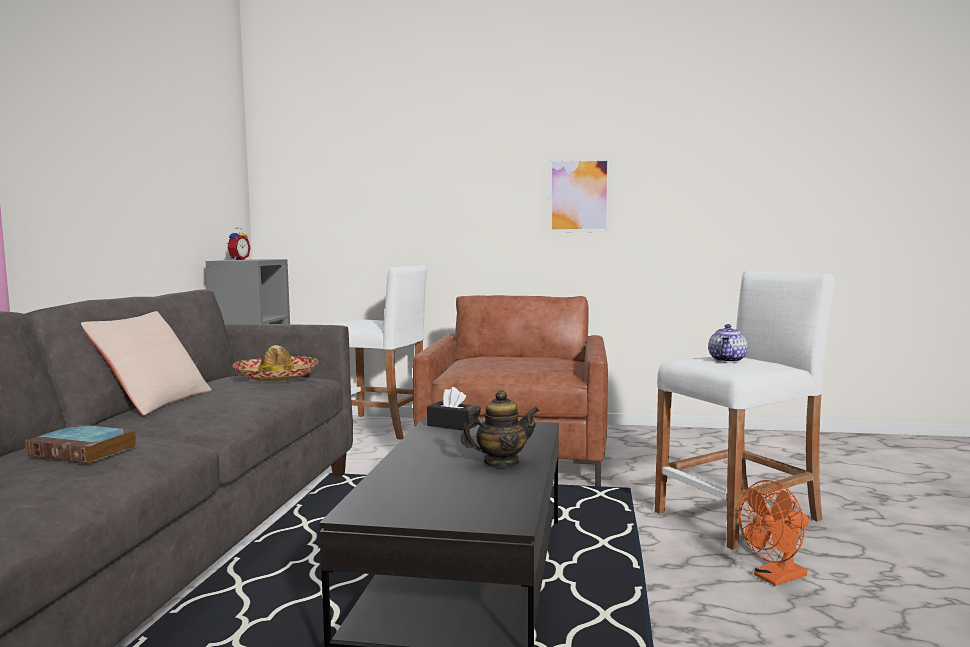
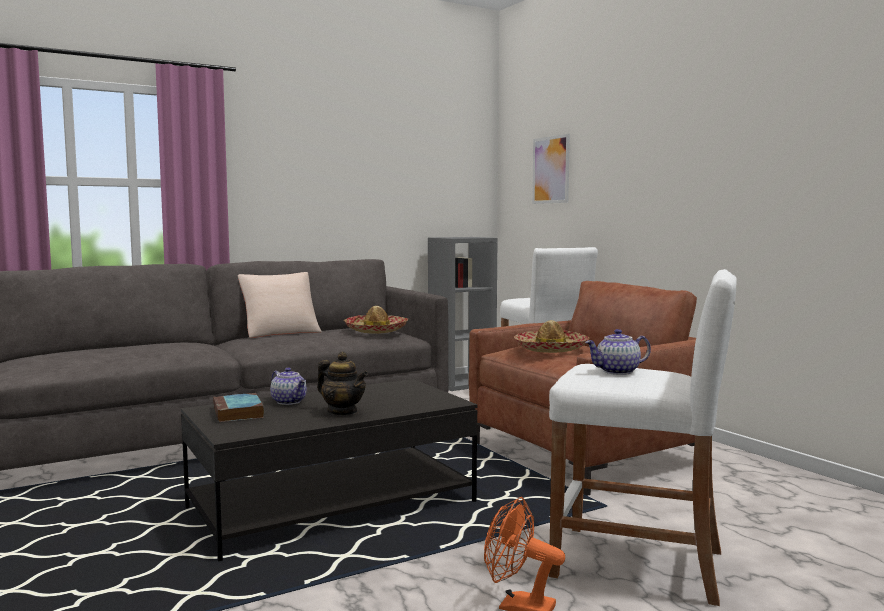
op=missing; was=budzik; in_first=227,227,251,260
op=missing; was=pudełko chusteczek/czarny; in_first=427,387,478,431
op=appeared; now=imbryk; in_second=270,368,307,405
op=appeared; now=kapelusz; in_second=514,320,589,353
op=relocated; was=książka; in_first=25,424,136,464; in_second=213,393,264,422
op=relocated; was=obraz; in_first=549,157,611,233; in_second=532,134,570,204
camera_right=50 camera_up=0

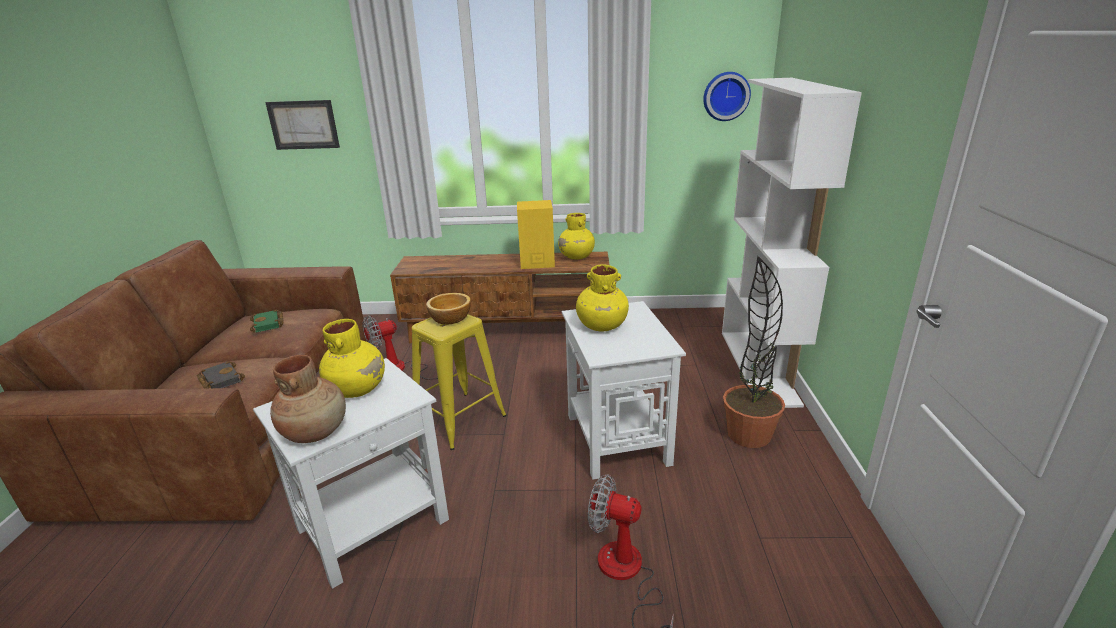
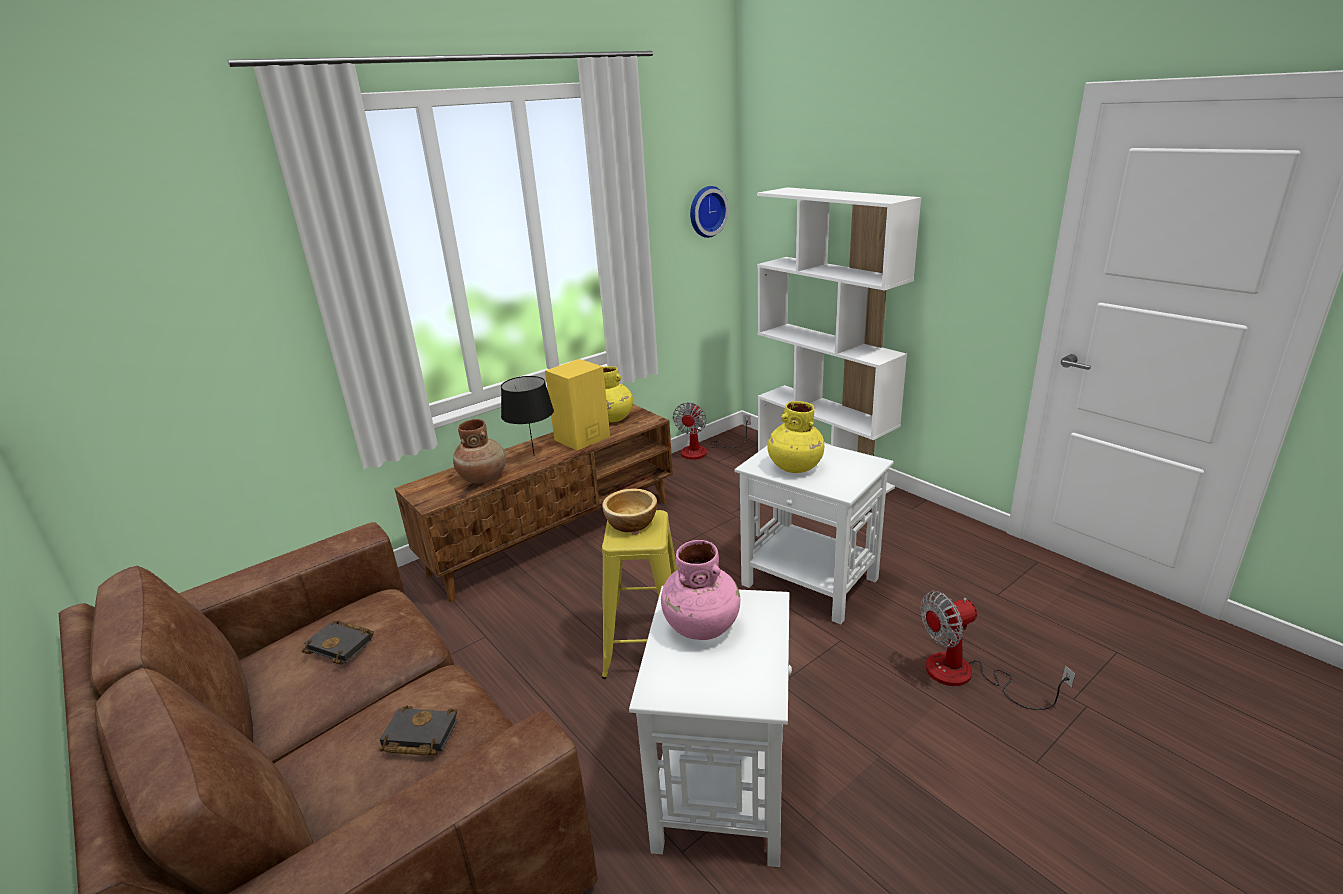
op=missing; was=obraz; in_first=265,100,340,150
op=missing; was=roślina doniczkowa; in_first=723,256,785,448
op=appeared; now=lampa stołowa/czarny; in_second=501,376,554,456
op=relocated; was=wazon/brązowy; in_first=270,355,346,443; in_second=453,419,506,484
op=relocated; was=wentylator; in_first=362,315,438,380; in_second=673,402,751,460
op=colour; was=książka/zielony; now=książka/czarny; in_first=250,310,284,333; in_second=301,621,374,664
op=colour; was=wazon/żółty; now=wazon/różowy; in_first=319,319,385,398; in_second=661,540,740,640
camera_right=-40 camera_up=0

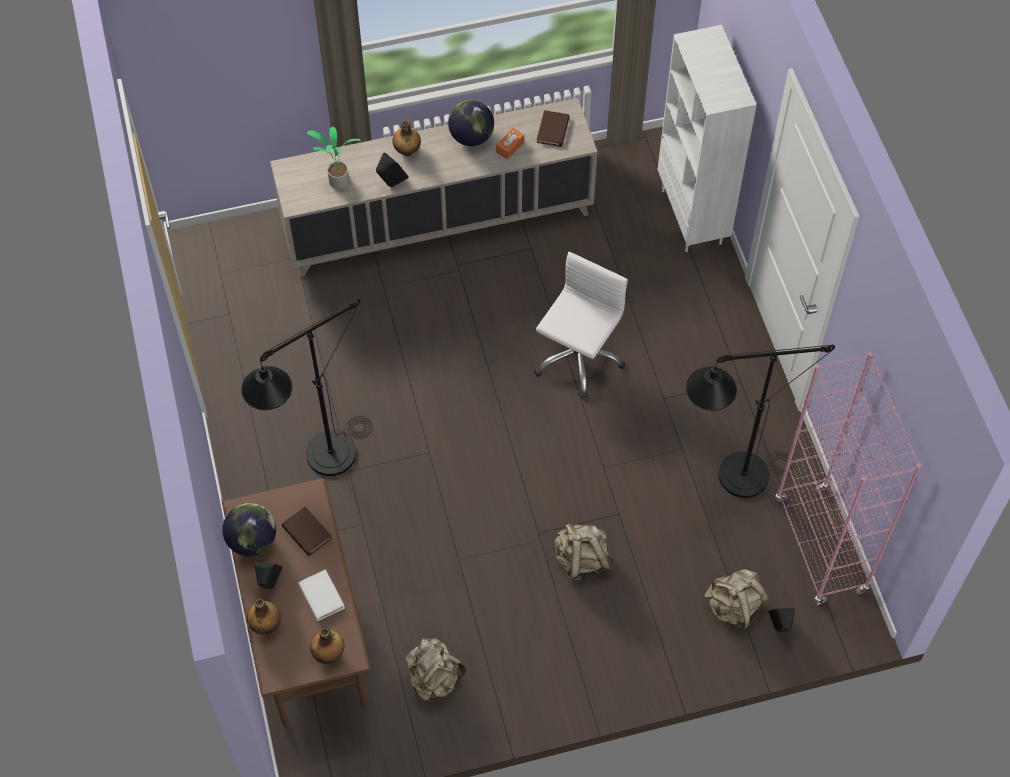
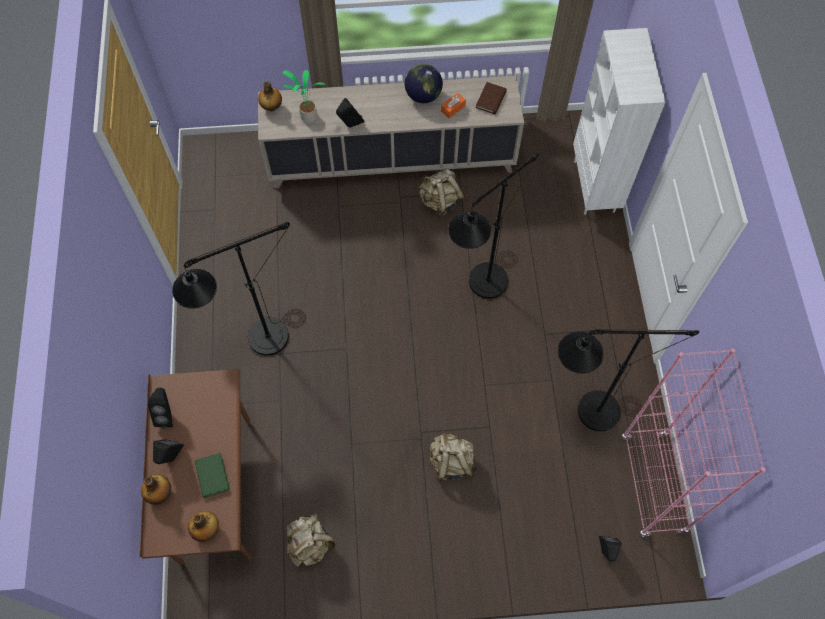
op=missing; was=książka/brązowy; in_first=281,507,332,556
op=relocated; was=butelka; in_first=392,120,421,156; in_second=258,81,282,112
op=relocated; was=plecak/beżowy; in_first=705,569,770,631; in_second=418,169,464,216
op=exchanged; was=globus; now=głośnik/czarny; in_first=222,503,276,556; in_second=148,388,173,429
op=exchanged; was=krzesło biurowe/biały; now=lampa stojąca/czarny; in_first=534,252,628,398; in_second=448,153,539,299
op=colour; was=książka/biały; now=książka/zielony; in_first=298,569,345,621; in_second=195,453,230,498
camera_right=10 camera_up=5

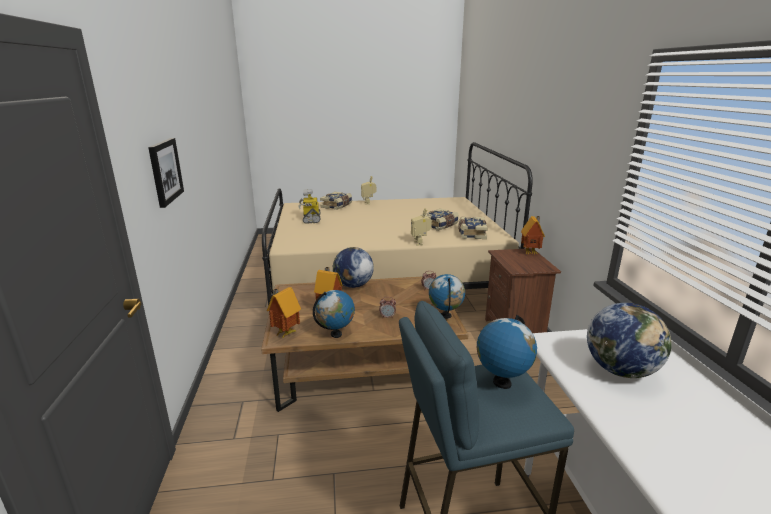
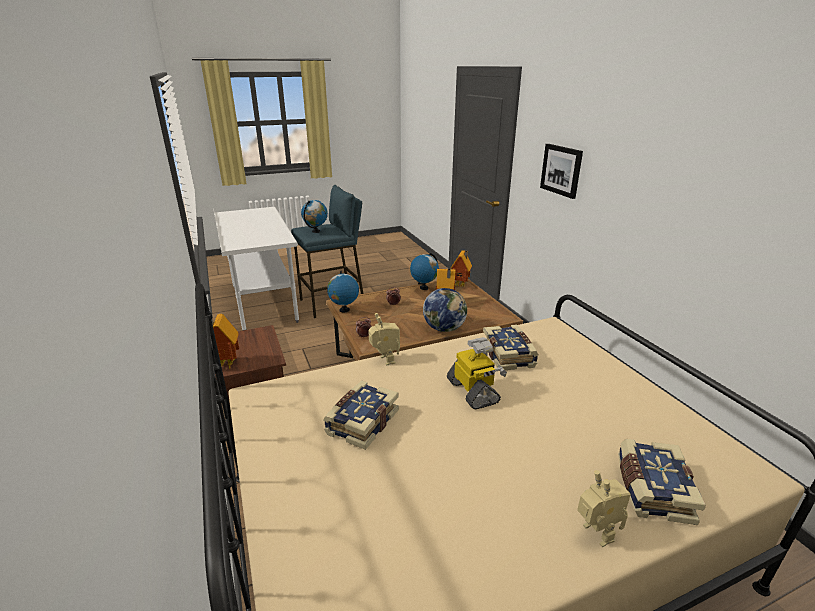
op=missing; was=globus; in_first=587,303,672,378
op=relocated; was=robot zabawkowy; in_first=298,189,321,223; in_second=447,337,507,409
op=relocated; was=książka; in_first=458,217,488,239; in_second=483,325,538,371
camera_right=165 camera_up=5

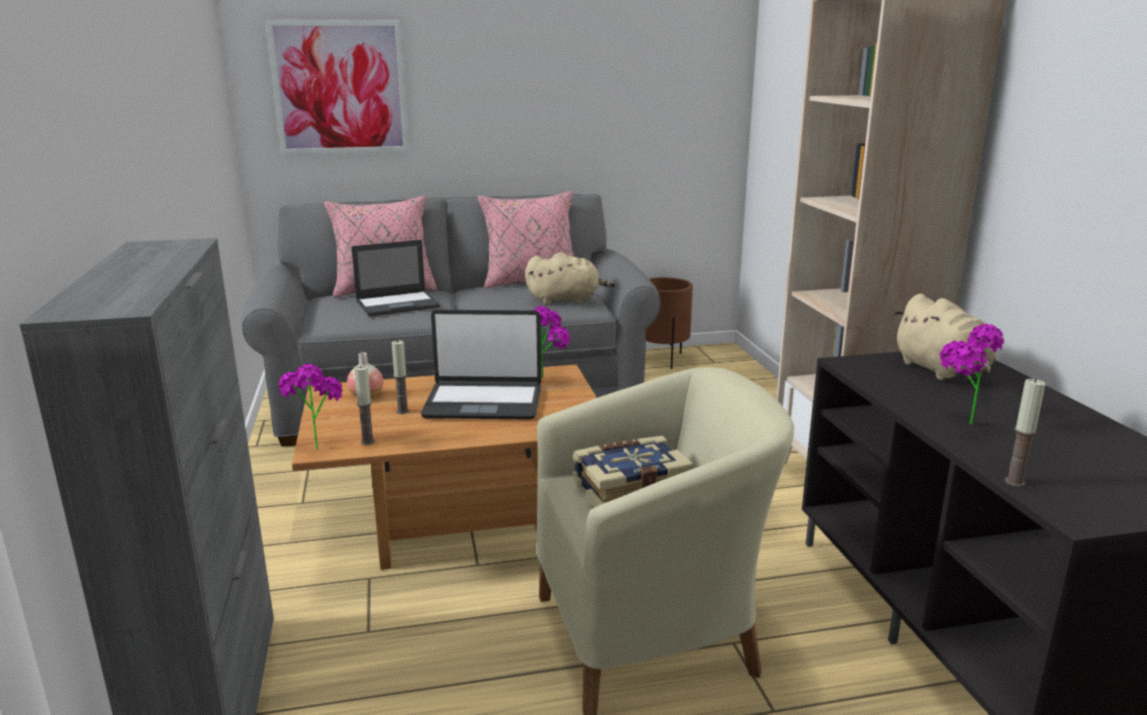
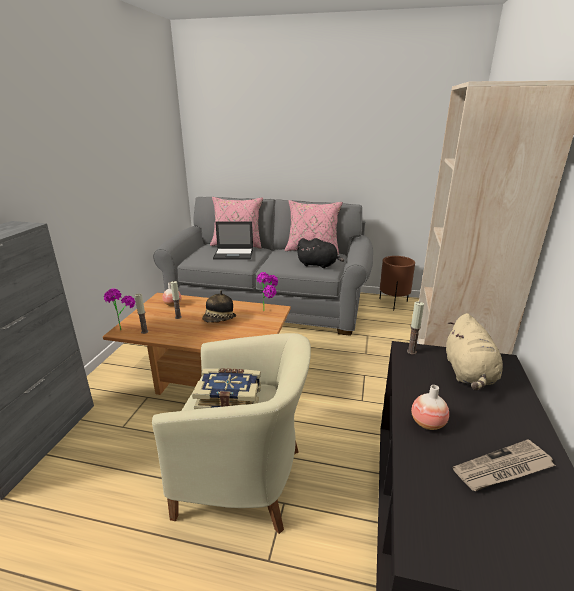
op=missing; was=obraz; in_first=265,20,409,155
op=appeared; now=gazeta; in_second=453,439,556,491
op=relocated; was=świeca; in_first=1005,378,1045,487; in_second=407,301,424,355
op=exchanged; was=laptop; now=kapelusz; in_first=421,310,541,420; in_second=202,290,236,323
op=exchanged; was=roślina doniczkowa; now=wazon; in_first=940,324,1004,424; in_second=411,385,449,430
op=colour; was=pluszak/beżowy; now=pluszak/czarny; in_first=525,253,615,305; in_second=296,238,344,268
camera_right=25 camera_up=5

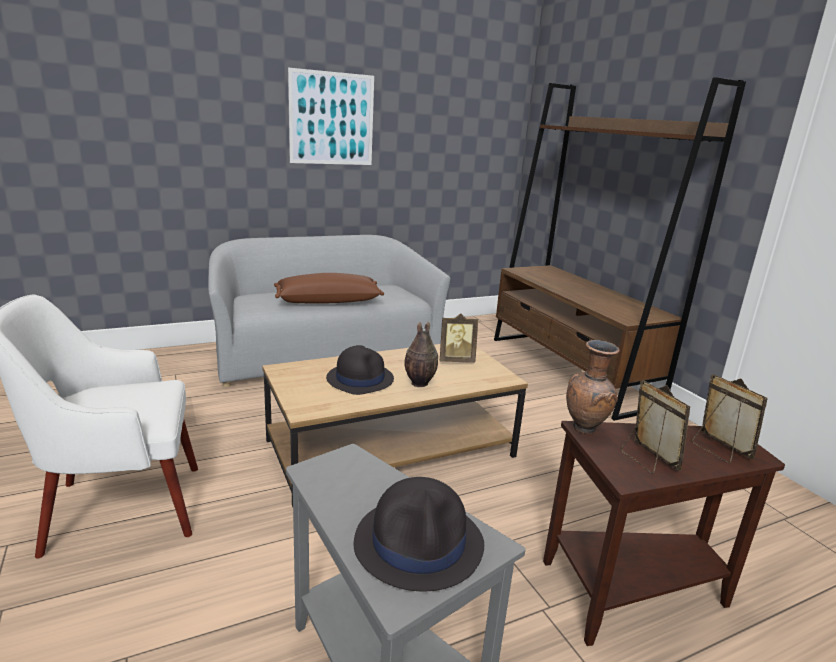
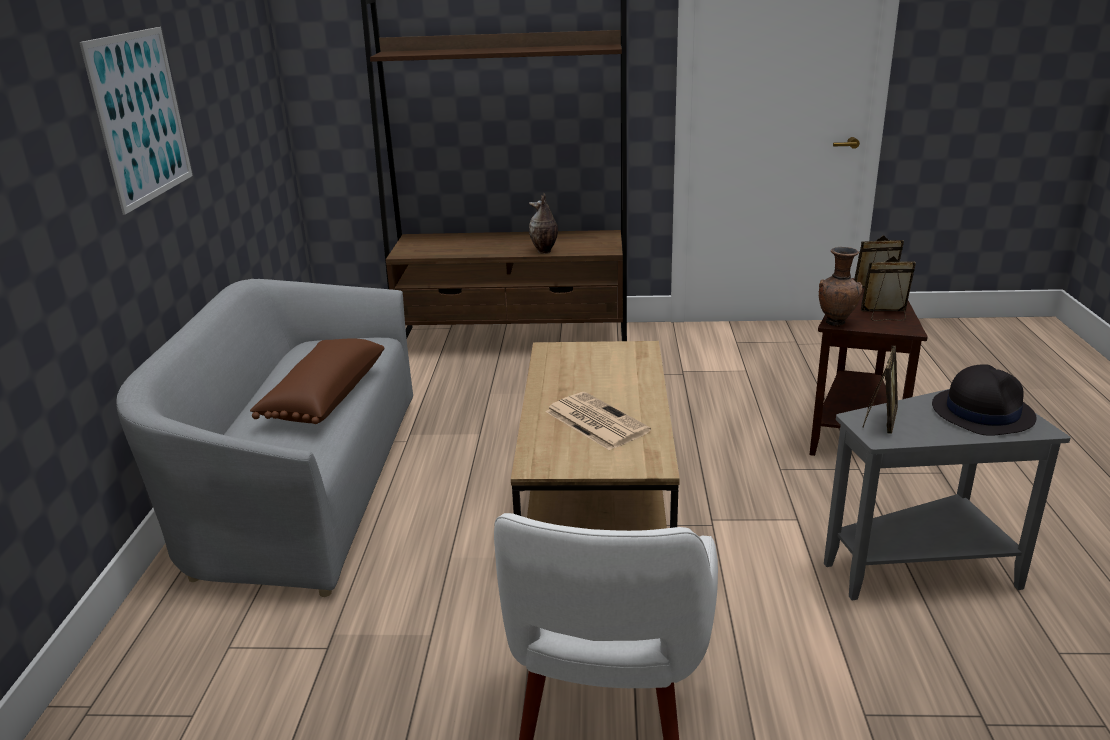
op=relocated; was=wazon; in_first=404,321,438,387; in_second=529,194,558,254
op=relocated; was=ramka na zdjęcie; in_first=440,313,478,363; in_second=863,346,898,434
op=exchanged; was=kapelusz/czarny; now=gazeta; in_first=326,345,394,395; in_second=546,392,651,451
camera_right=-60 camera_up=5

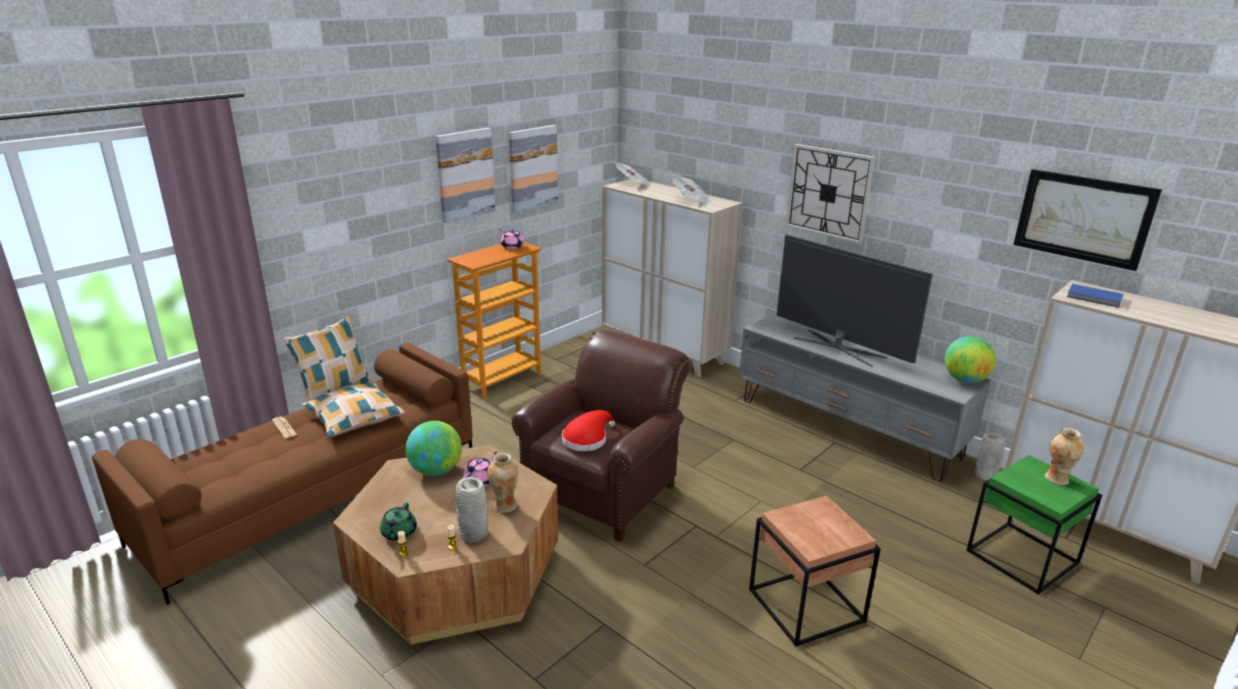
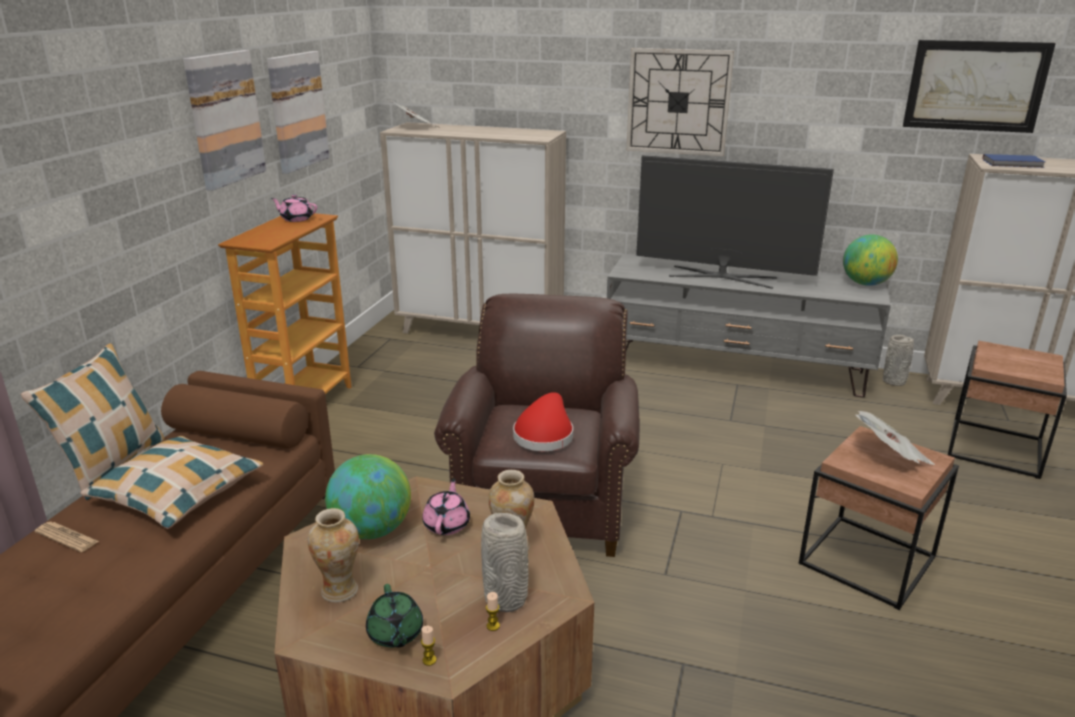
op=relocated; was=gazeta; in_first=672,175,710,205; in_second=855,411,935,465
op=relocated; was=wazon; in_first=1045,428,1084,485; in_second=308,508,359,603
op=colour; was=stolik/zielony; now=stolik/brązowy; in_first=966,455,1103,595; in_second=948,341,1067,479
camera_right=-25 camera_up=0

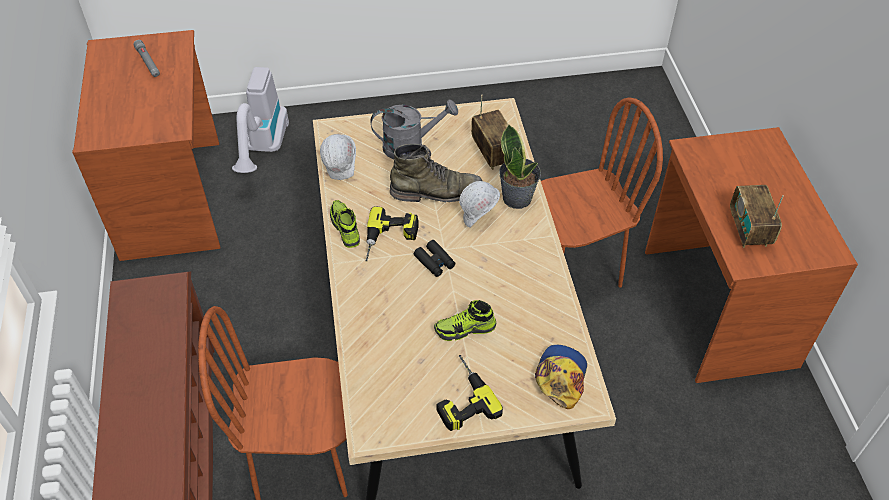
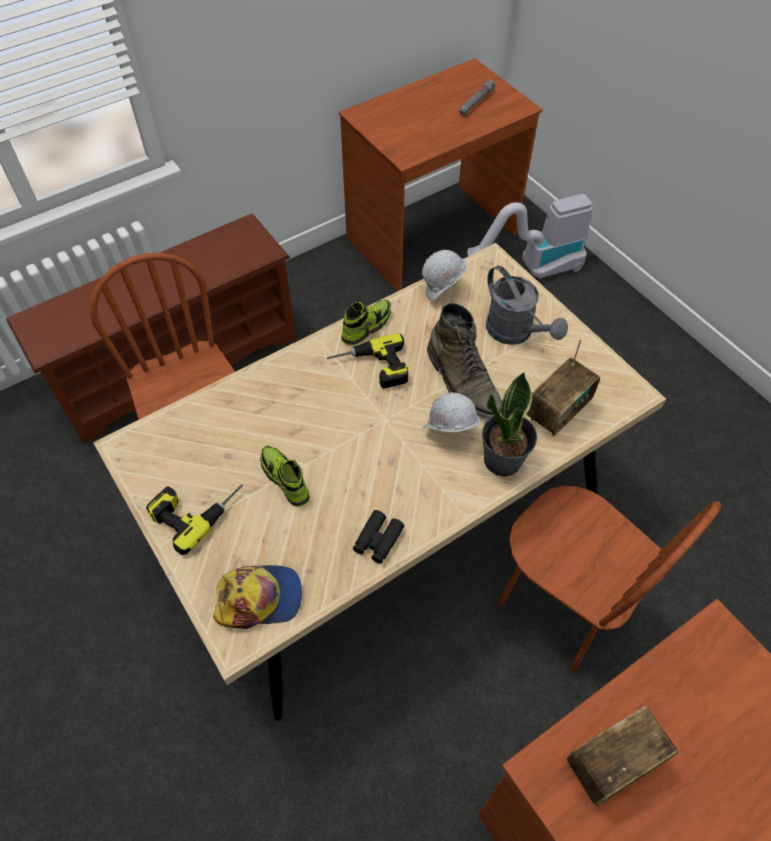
op=relocated; was=lornetka/czarny; in_first=414,240,455,277; in_second=353,510,404,564
camera_right=65 camera_up=5

